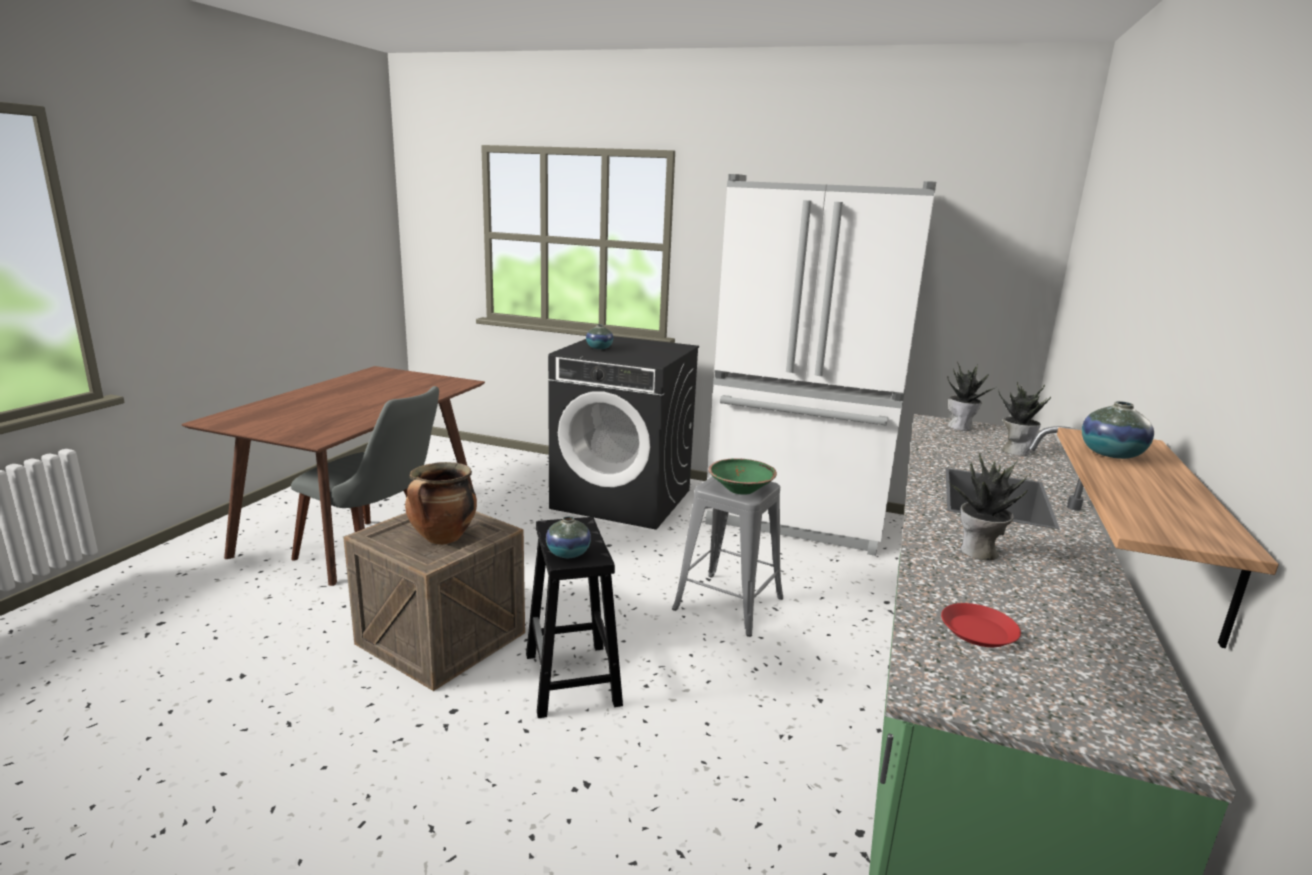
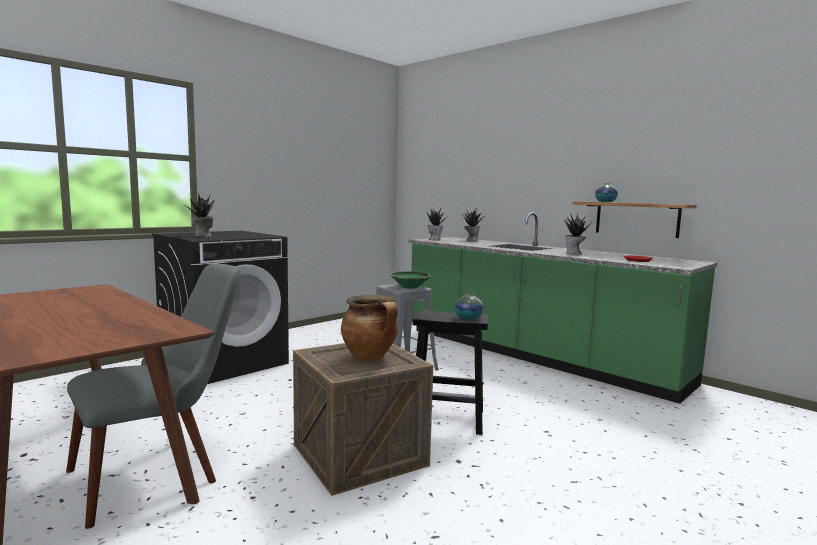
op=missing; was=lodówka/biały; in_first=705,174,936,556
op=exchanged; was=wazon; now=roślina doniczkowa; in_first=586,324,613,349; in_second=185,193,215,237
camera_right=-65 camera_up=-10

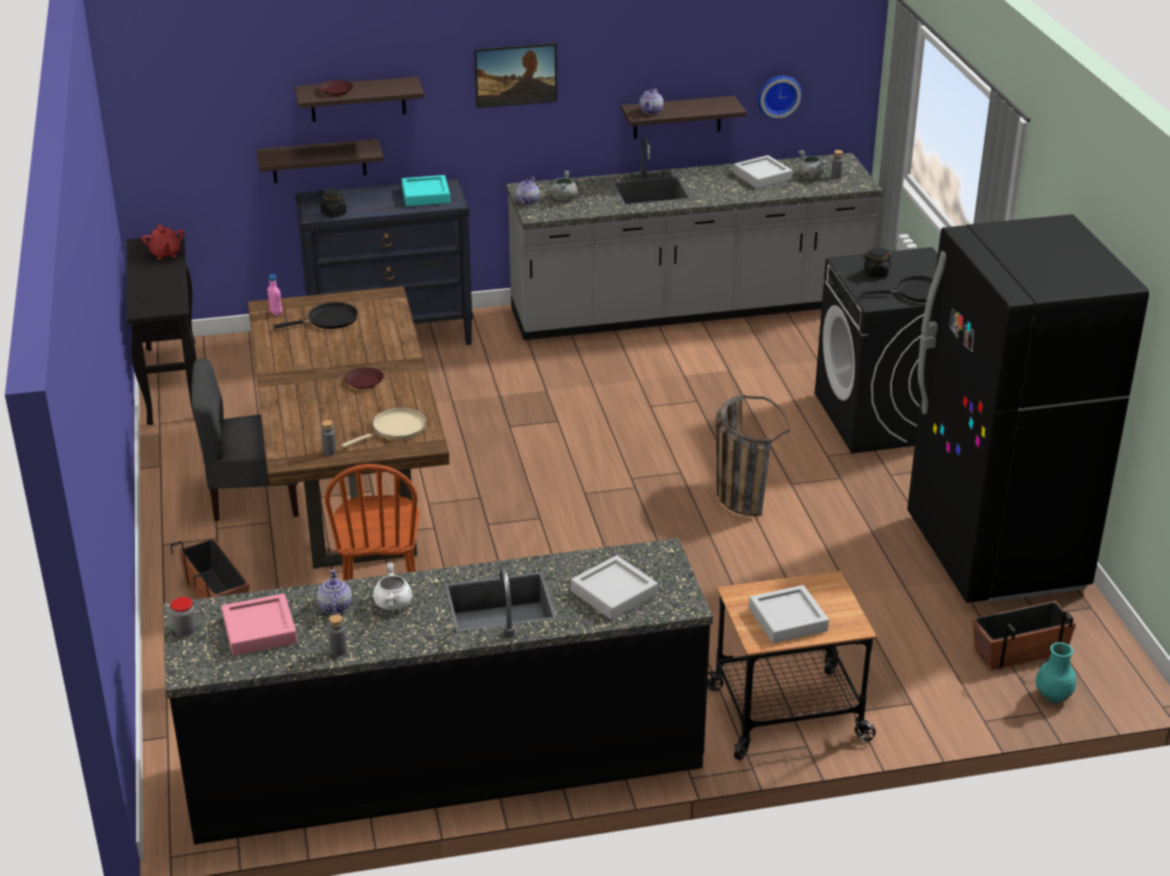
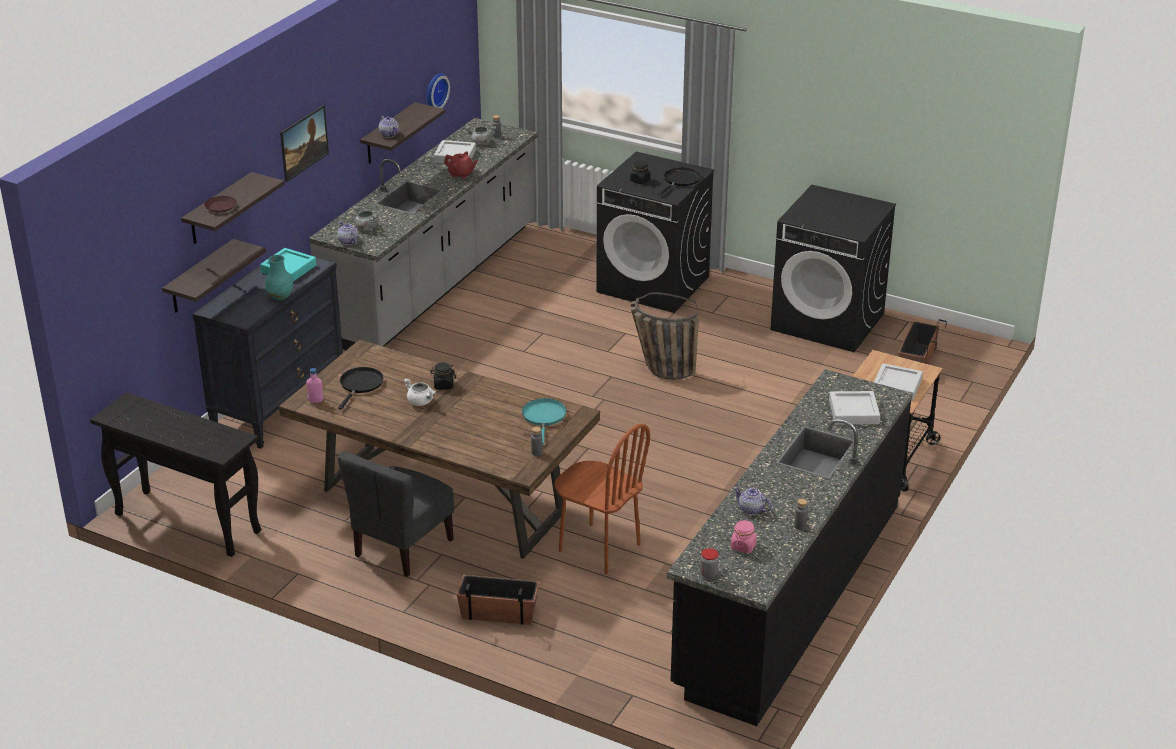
op=missing; was=talerz/brązowy; in_first=344,367,384,389
op=relocated; was=imbryk/czerwony; in_first=142,224,184,260; in_second=444,151,478,179
op=relocated; was=słoik/czarny; in_first=321,188,347,218; in_second=430,362,456,390
op=relocated; was=garnek/biały; in_first=373,563,412,610; in_second=403,379,436,406
op=relocated; was=wazon/turkusowy; in_first=1036,642,1076,703; in_second=265,255,293,300
op=exchanged; was=taca/różowy; now=słoik/różowy; in_first=222,594,297,656; in_second=730,520,757,553
op=exchanged; was=lodówka/czarny; now=pralka/czarny; in_first=907,214,1149,603; in_second=770,185,896,352
op=colour; was=patelnia/beżowy; now=patelnia/turkusowy; in_first=342,407,427,448; in_second=522,398,566,445
camera_right=-50 camera_up=0

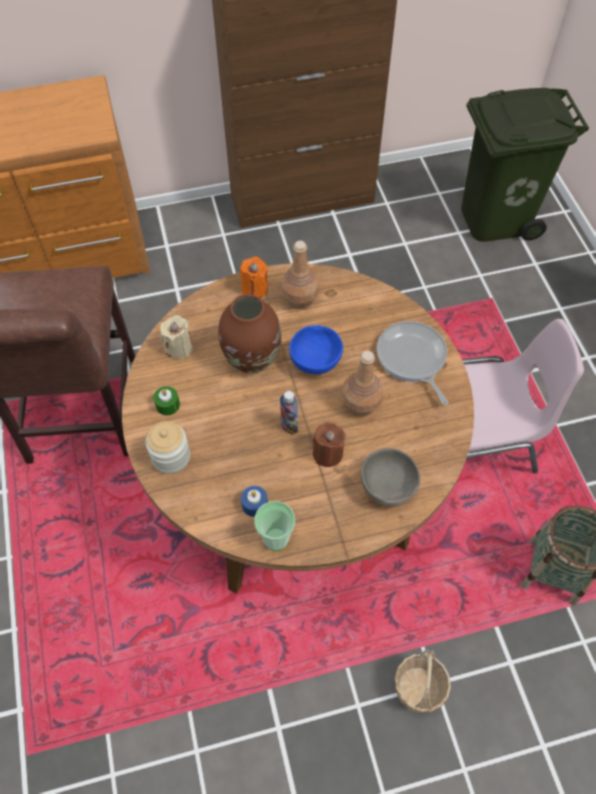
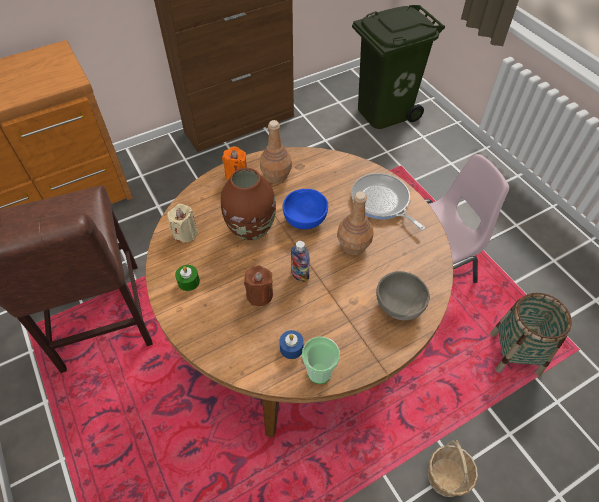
op=missing; was=słoik; in_first=146,421,190,474
op=relocated; was=świeca/brązowy; in_first=313,422,346,467; in_second=244,265,273,306
camera_right=-15 camera_up=-5

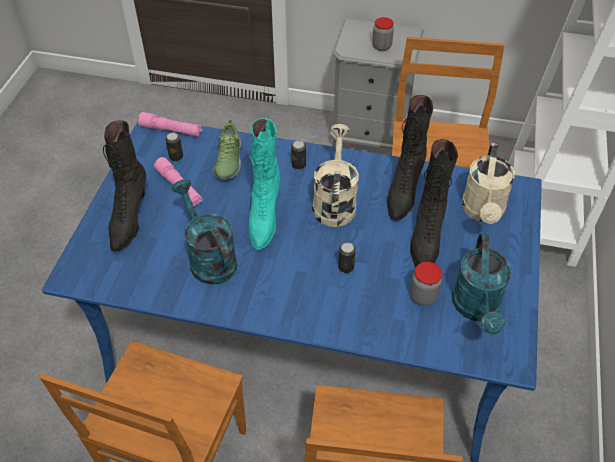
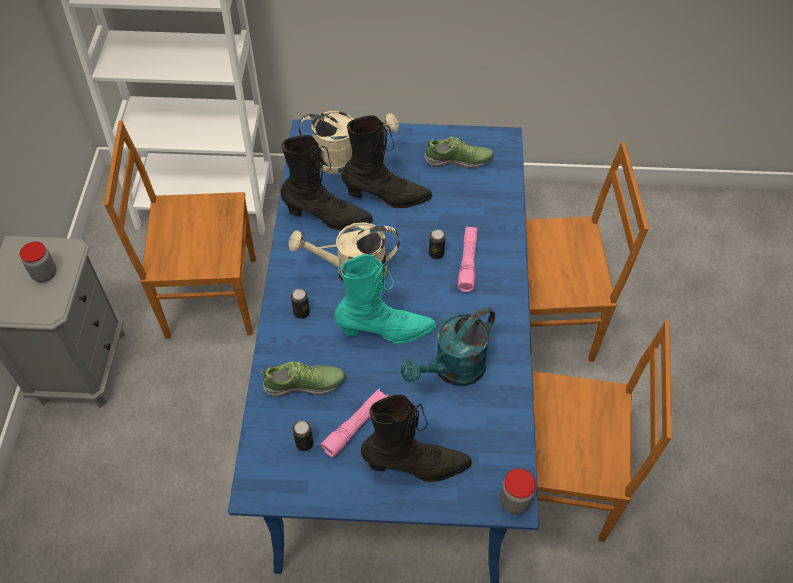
op=relocated; was=latarka/różowy; in_first=138,112,202,137; in_second=457,226,478,292
op=relocated; was=słoik; in_first=410,262,442,306; in_second=500,469,536,514
op=exchanged; was=konewka/turkusowy; now=but; in_first=452,234,511,335; in_second=425,137,494,169
camera_right=-100 camera_up=5

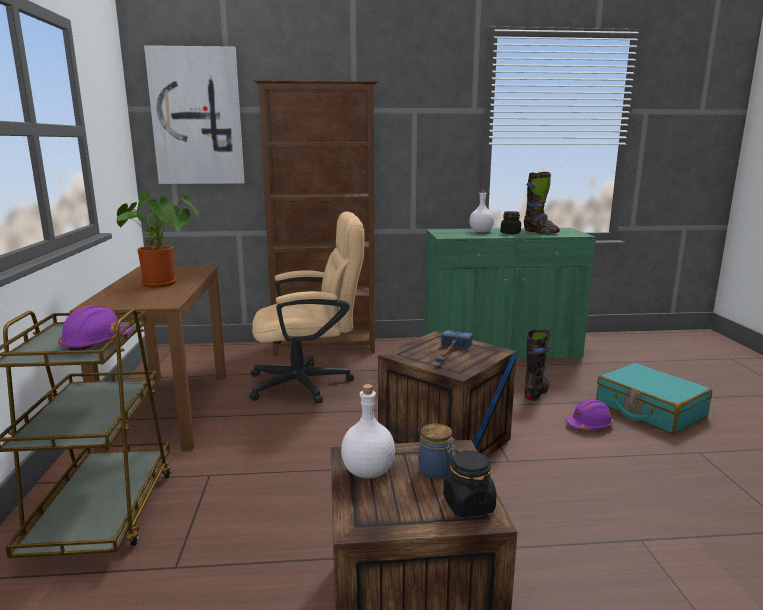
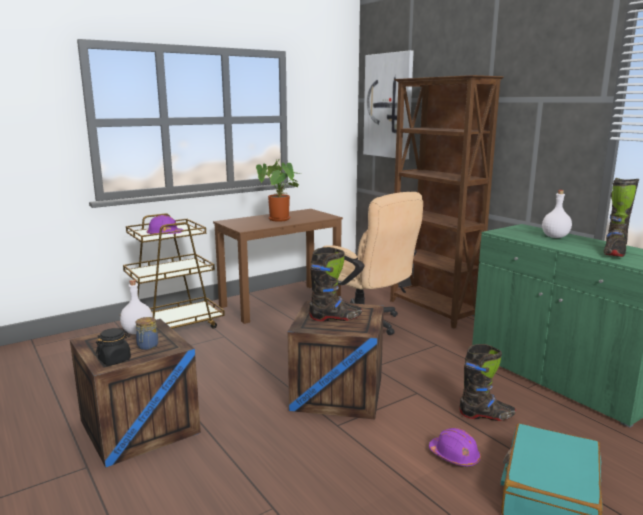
op=missing; was=słoik/czarny; in_first=500,211,521,234
op=exchanged; was=młotek; now=but z cholewką/czarny; in_first=435,330,473,363; in_second=309,247,362,321
camera_right=60 camera_up=0

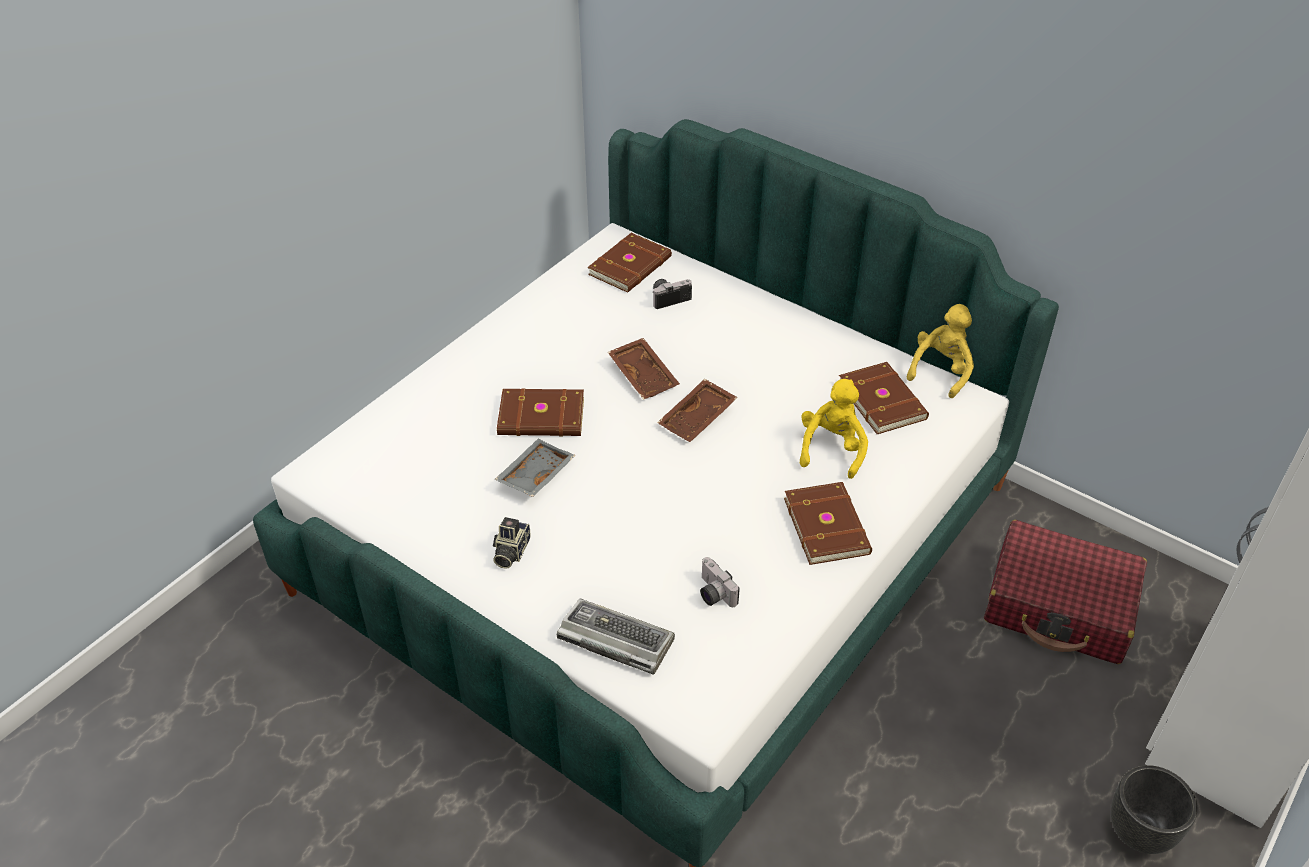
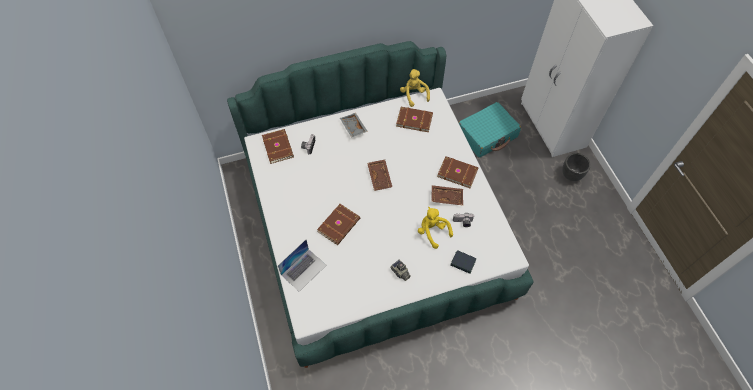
op=appeared; now=laptop; in_second=278,240,326,292
op=relocated; was=taca/szary; in_first=494,439,575,497; in_second=340,113,368,137
op=relocated; was=taca/brązowy; in_first=608,338,680,400; in_second=431,185,463,206
op=relocated; was=pluszak/żółty; in_first=800,379,868,479; in_second=418,207,453,249
op=exchanged; was=klawiatura; now=książka; in_first=557,598,675,675; in_second=450,250,477,274
op=colour; was=walizka/czerwony; now=walizka/turkusowy; in_first=984,520,1147,664; in_second=458,102,521,158
camera_right=-55 camera_up=15

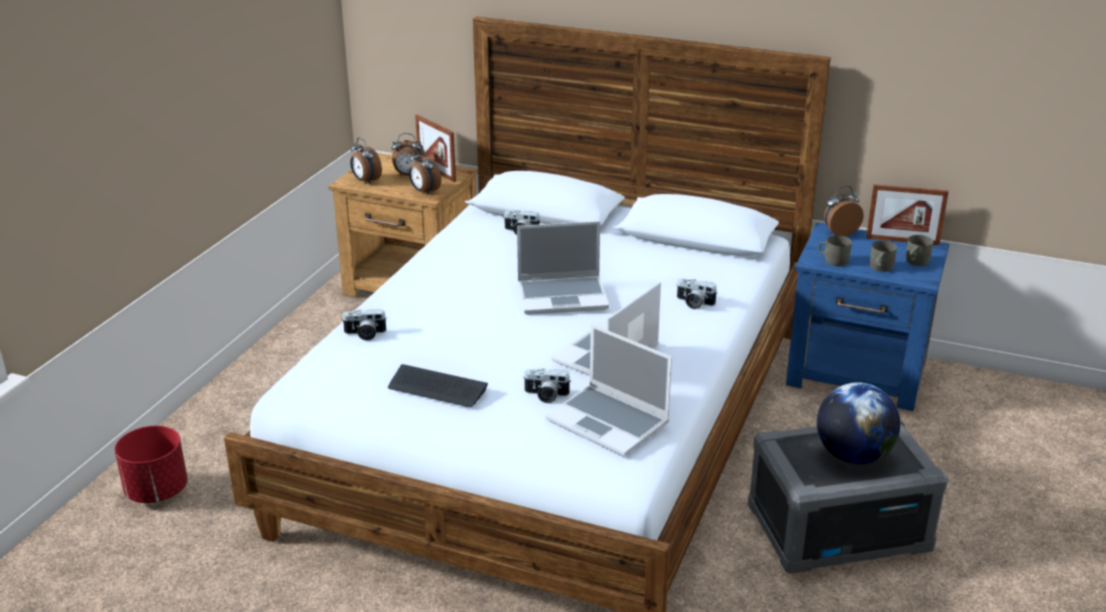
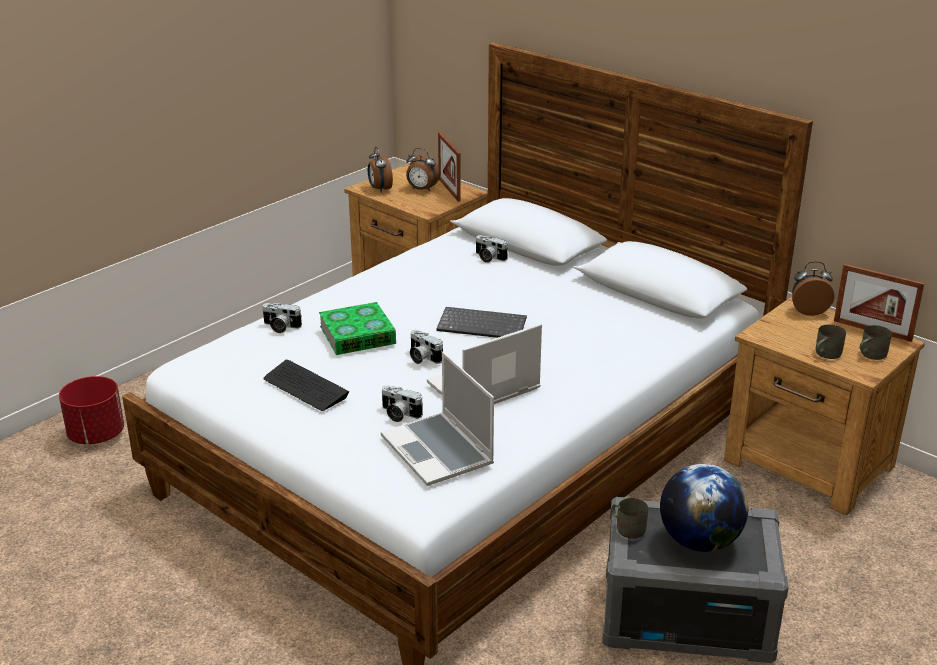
op=missing; was=budzik; in_first=409,148,441,195
op=appeared; now=książka; in_second=319,302,396,355
op=relocated; was=aparat fotograficzny; in_first=676,278,718,309; in_second=410,330,443,364
op=relocated; was=kubek/szary; in_first=818,235,852,266; in_second=612,498,648,539
op=exchanged; was=laptop; now=klawiatura; in_first=517,221,609,315; in_second=436,307,527,338
op=colour; was=szafka nocna/niebieski; now=szafka nocna/brązowy; in_first=786,223,949,411; in_second=724,297,925,515
camera_right=20 camera_up=0

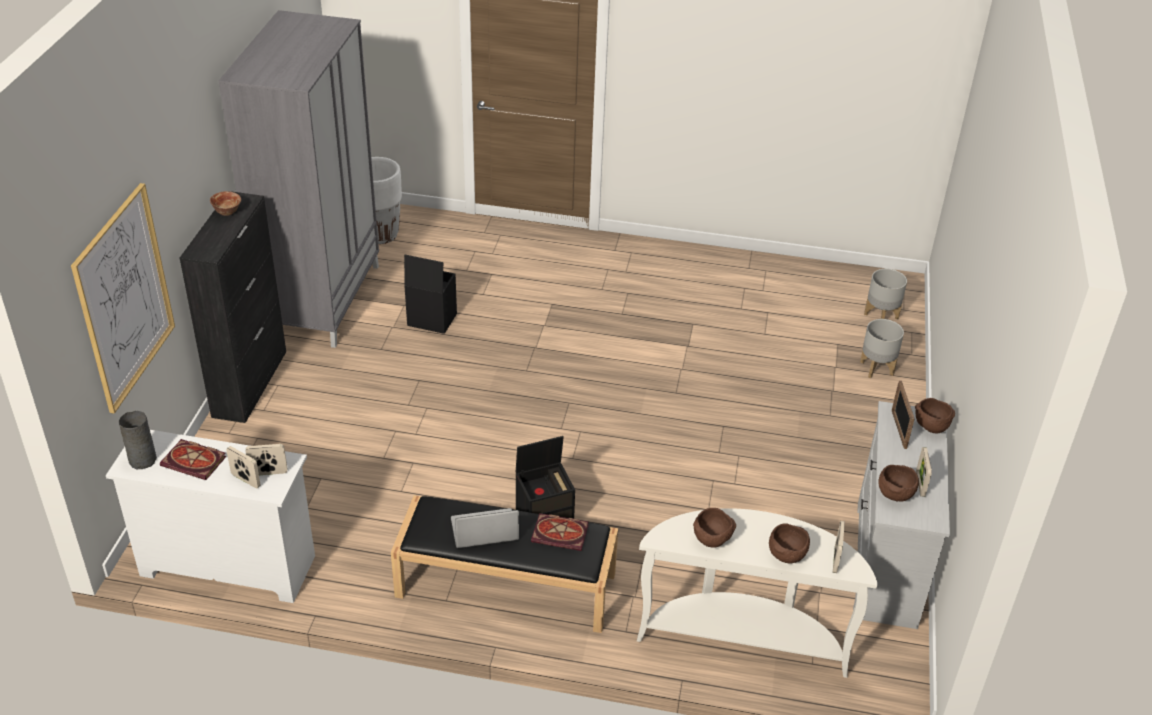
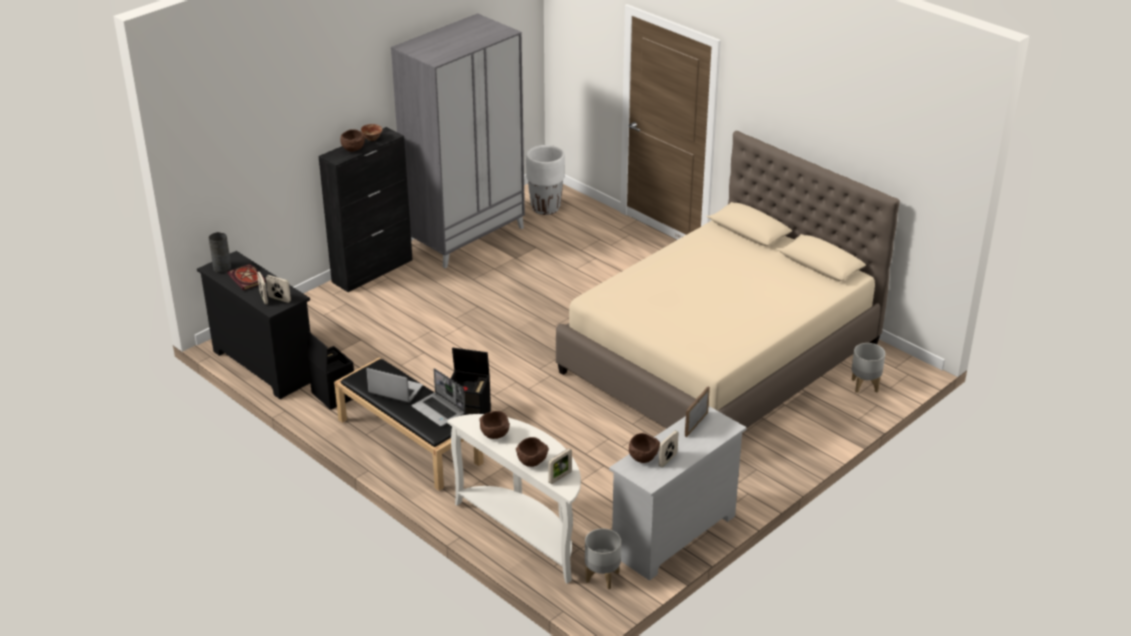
op=missing; was=obraz; in_first=71,183,175,414
op=appeared; now=łóżko/beżowy; in_second=556,131,900,428
op=relocated; was=pojemnik do przechowywania/czarny; in_first=404,255,457,334; in_second=307,331,354,410
op=relocated; was=donica/szary; in_first=860,319,904,378; in_second=585,528,621,589
op=relocated; was=miska/brązowy; in_first=915,398,955,433; in_second=340,129,365,152
op=exchanged; was=książka; now=laptop; in_first=531,513,589,551; in_second=411,368,465,426
op=colour; was=komoda/biały; now=komoda/czarny; in_first=106,430,315,603; in_second=197,251,310,399
camera_right=35 camera_up=-5

